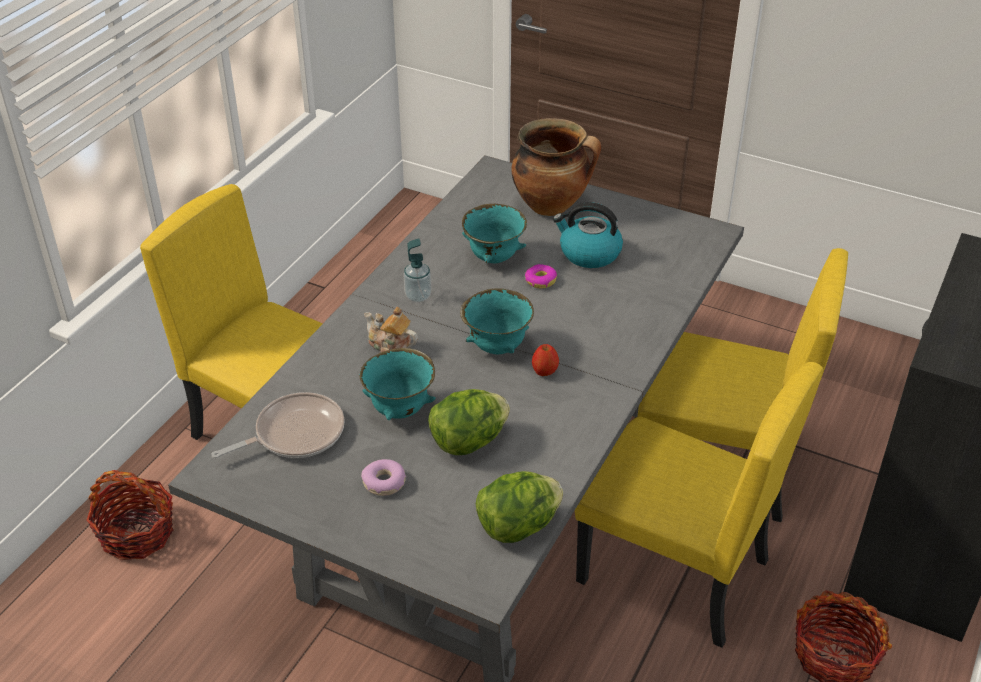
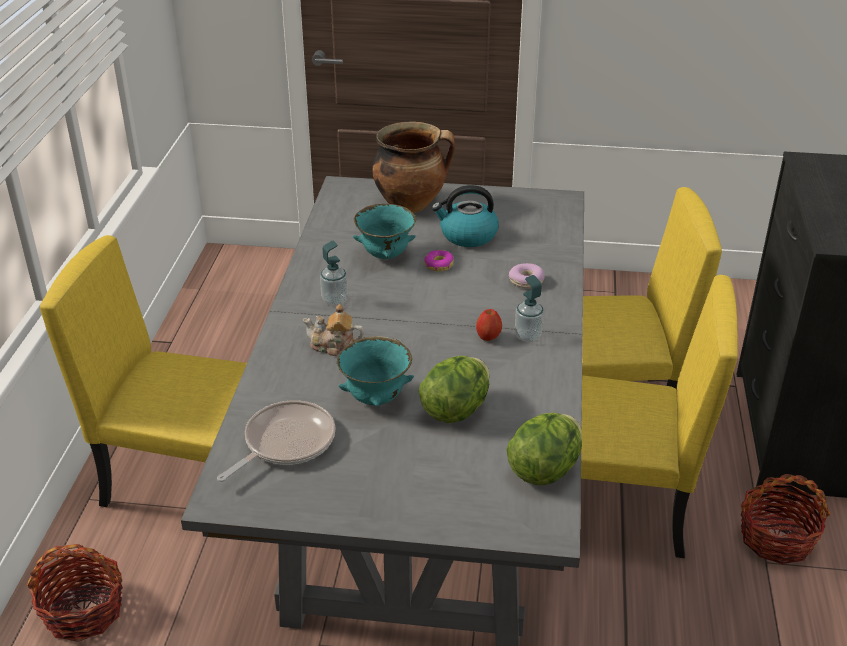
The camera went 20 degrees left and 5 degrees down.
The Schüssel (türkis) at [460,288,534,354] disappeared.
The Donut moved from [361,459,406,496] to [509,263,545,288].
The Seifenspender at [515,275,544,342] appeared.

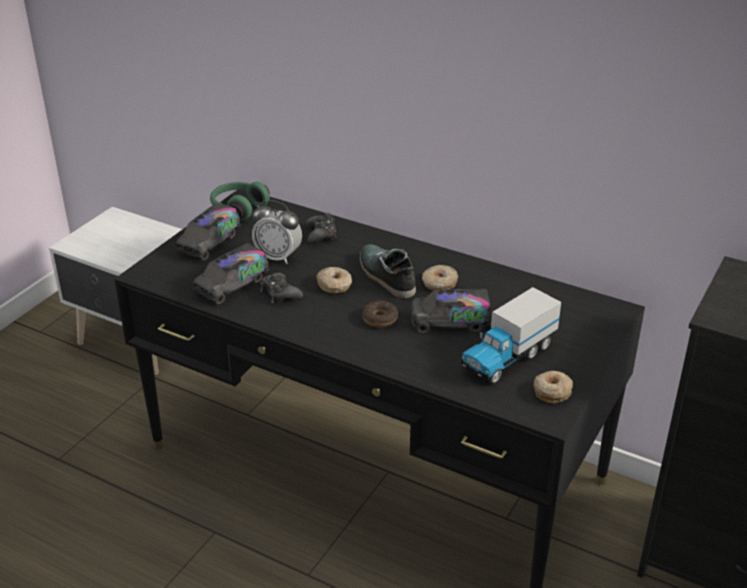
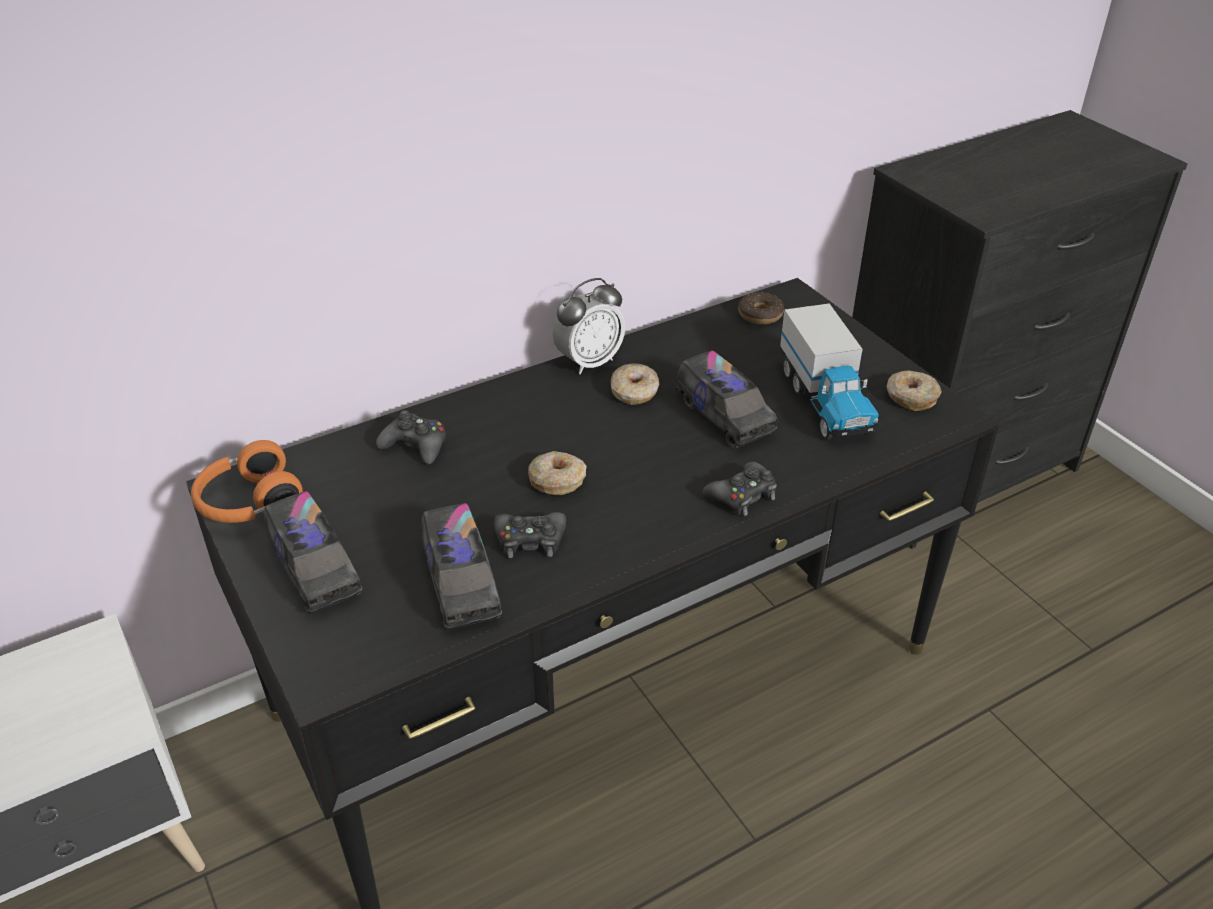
The camera went 60 degrees left and 5 degrees up.
The Kopfhörer (grün) at [210,182,270,221] became the Kopfhörer (orange) at [191,440,303,523].
The Wecker moved from [252,200,302,264] to [553,278,625,374].
The Schuh at [360,244,416,298] disappeared.
The Spielzeuglaster at [410,289,492,333] turned 60 degrees counterclockwise.
The Donut moved from [362,301,398,327] to [738,292,784,325].
The Gamepad (schwarz) at [703,462,777,516] appeared.

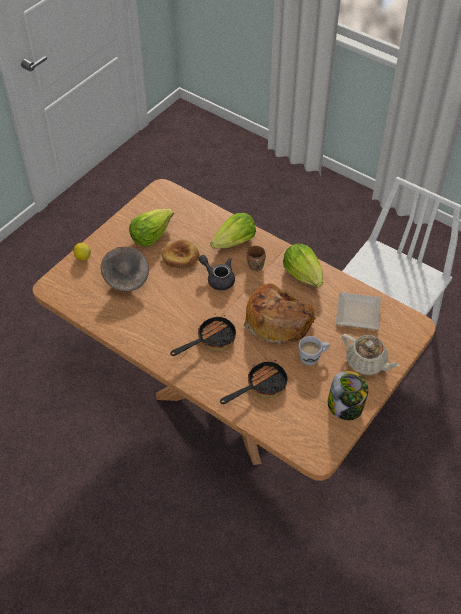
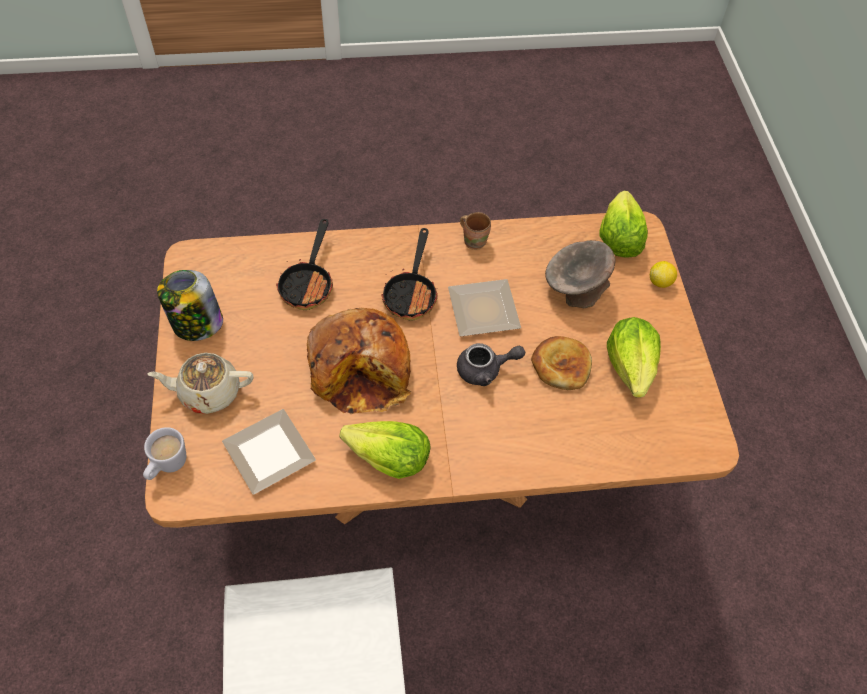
The camera went 135 degrees right and 5 degrees up.
The Salatkopf moved from [210,213,256,249] to [600,191,648,257].
The Henkelbecher (braun) moved from [246,246,266,271] to [460,212,491,250].
The Henkelbecher (weiß) moved from [299,336,330,365] to [143,427,186,480].
The Teller at [448,279,521,336] appeared.

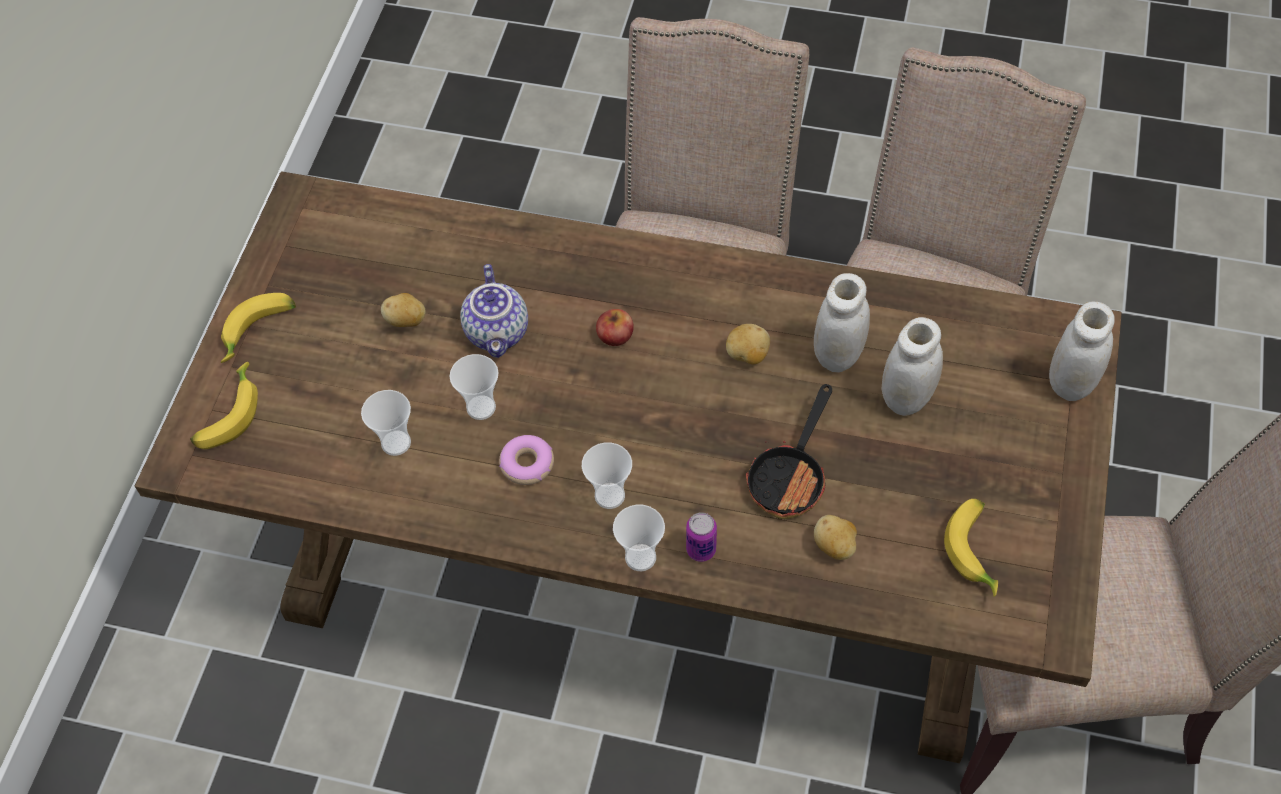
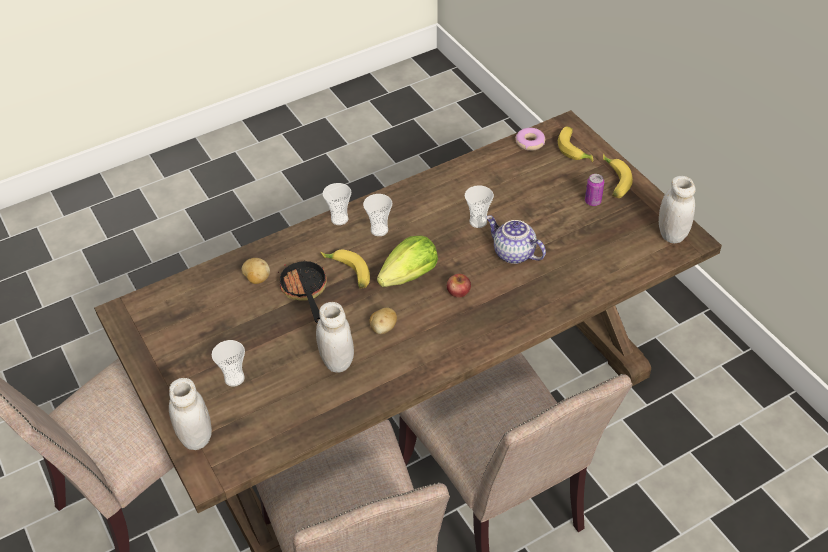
The camera went 135 degrees right and 10 degrees down.
The Kartoffel at [381,293,425,327] disappeared.
The Vorratsglas (weiß) moved from [882,317,943,416] to [659,176,696,244].
The Tasse moved from [361,390,411,456] to [212,340,245,387].
The Donut moved from [499,435,554,485] to [515,128,545,151].
The Banane moved from [944,499,998,597] to [320,250,370,289].
The Dose moved from [686,512,717,562] to [585,174,604,206].
The Salatkopf at [377,236,438,287] appeared.

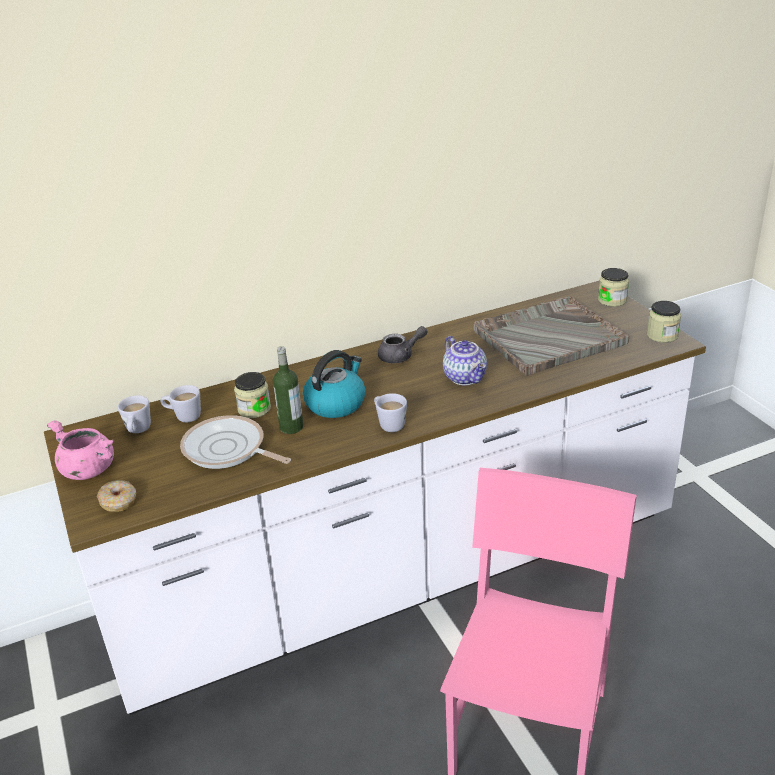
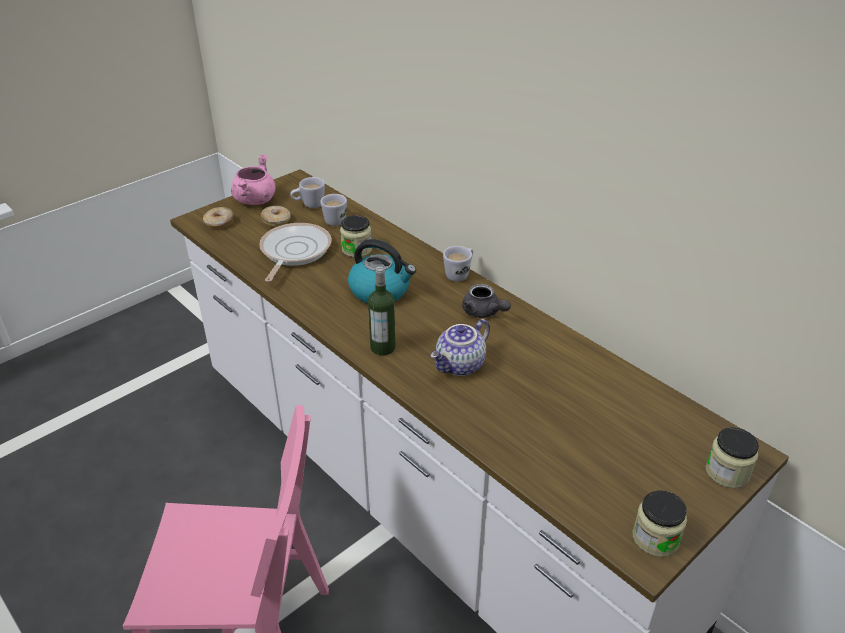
The camera went 70 degrees right and 5 degrees up.
The Tablett (grau) at [473,296,629,376] disappeared.
The Flasche moved from [273,346,304,434] to [368,266,396,356].
The Henkelbecher (weiß) moved from [374,393,407,432] to [443,246,473,282].
The Donut at [261,206,291,227] appeared.

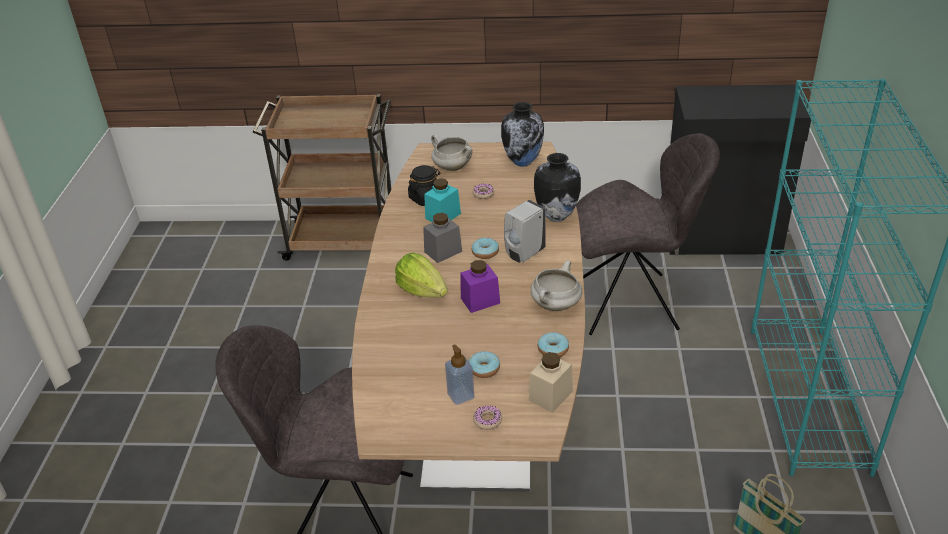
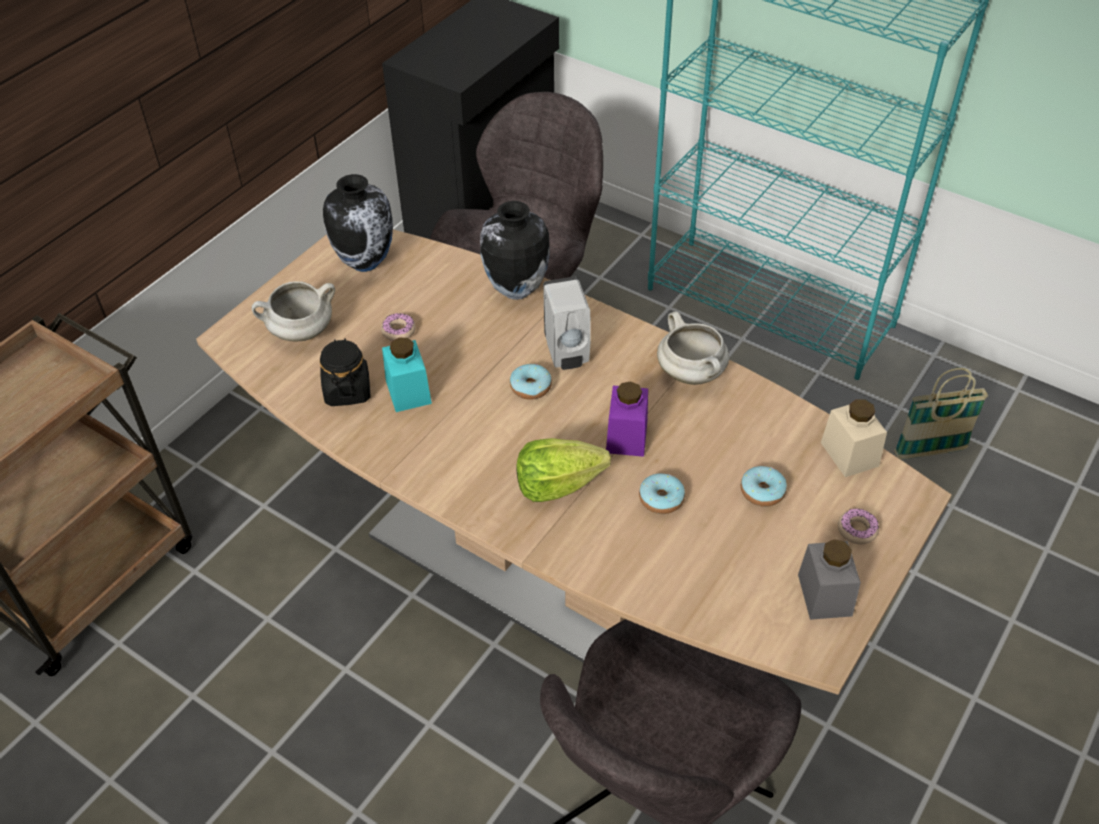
The camera went 60 degrees left and 10 degrees up.
The Vorratsglas (grau) moved from [423,213,462,263] to [798,539,861,620].
The Donut moved from [538,332,569,357] to [639,473,685,514].
The Seifenspender at [445,344,474,405] disappeared.

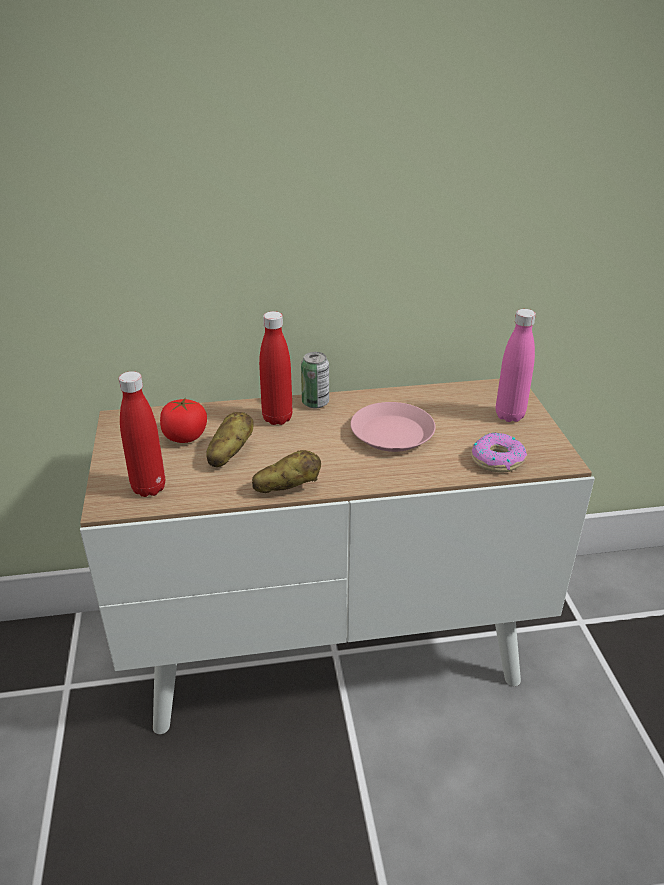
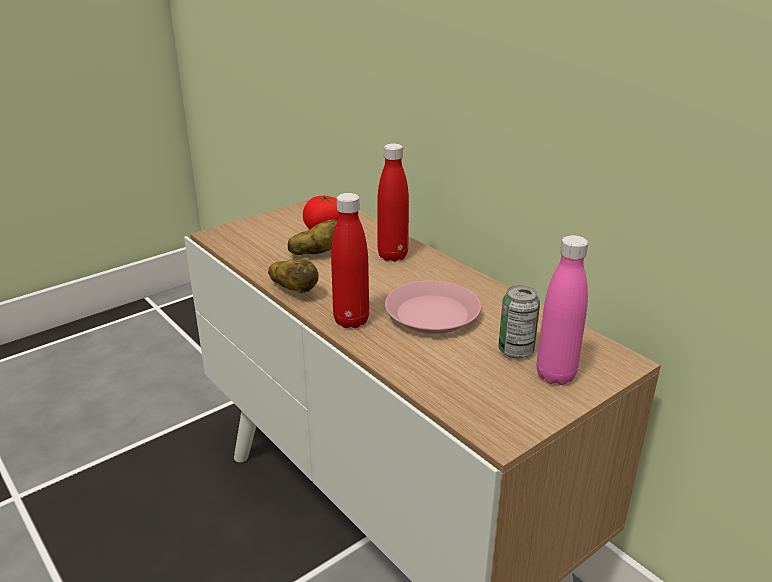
The camera went 60 degrees right and 5 degrees down.
The Dose moved from [301,352,329,408] to [498,285,540,359].
The Flasche (rot) moved from [119,371,165,497] to [331,193,369,328].
The Donut at [471,433,527,473] disappeared.

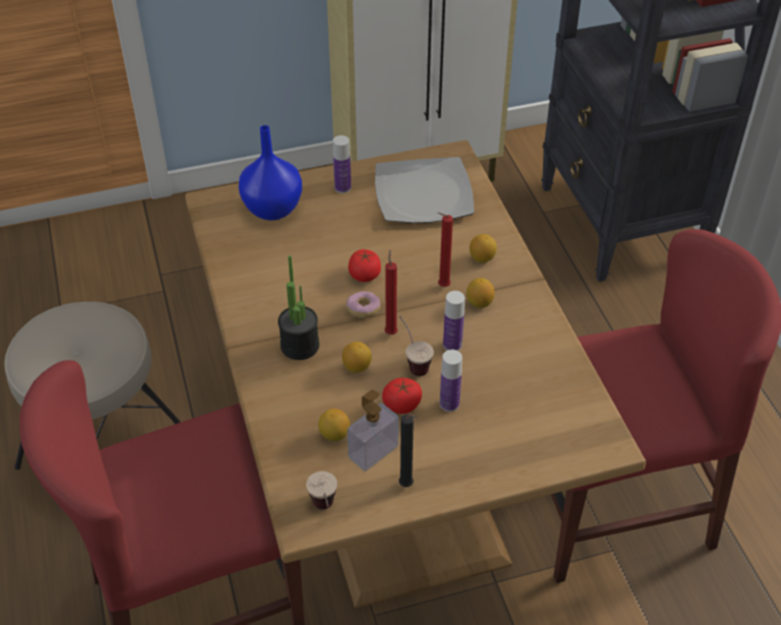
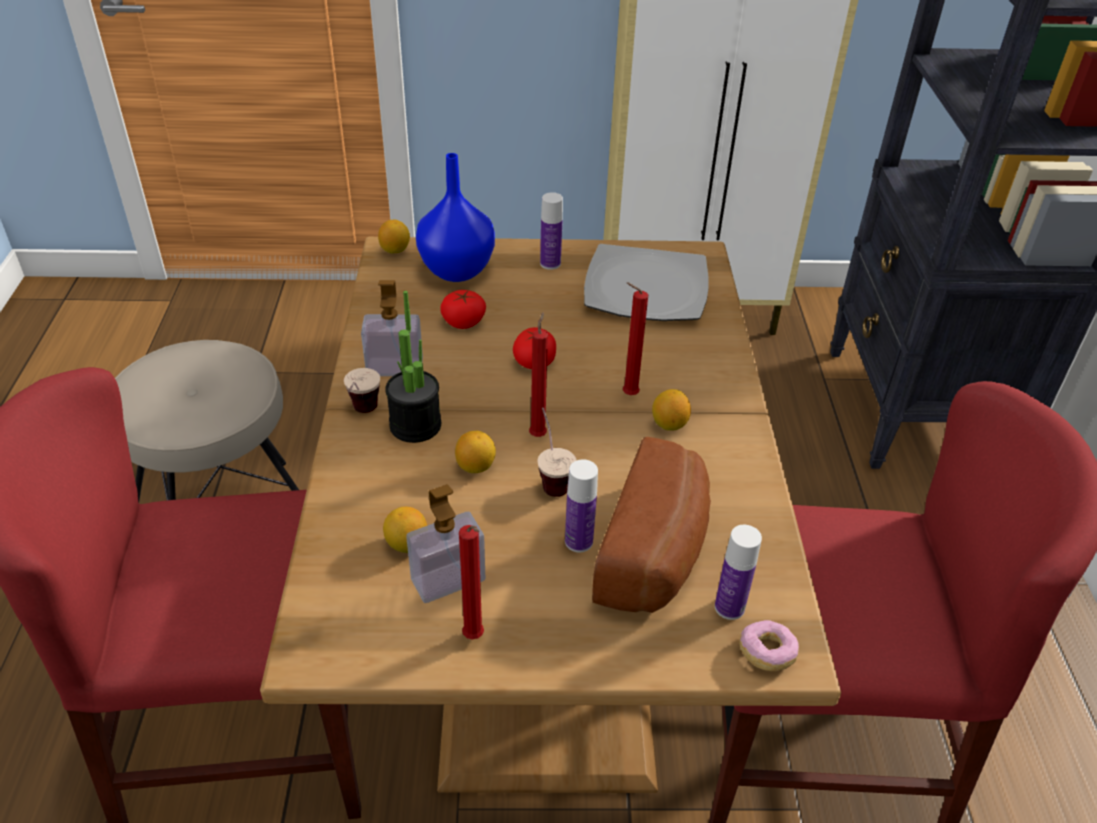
The camera went 15 degrees right and 5 degrees down.
The Zitrone moved from [469,234,497,263] to [378,220,410,253].
The Donut moved from [346,291,381,318] to [740,620,799,671].
The Flasche moved from [443,291,465,351] to [715,525,762,620].
The Tomate moved from [382,378,422,414] to [440,290,486,329].
The Kerze (schwarz) at [399,414,418,487] became the Kerze (rot) at [459,525,484,639].
The Tasse moved from [306,471,337,509] to [344,368,380,413].
The Seifenspender at [361,280,423,376] appeared.
The Brot at [592,437,711,613] appeared.

